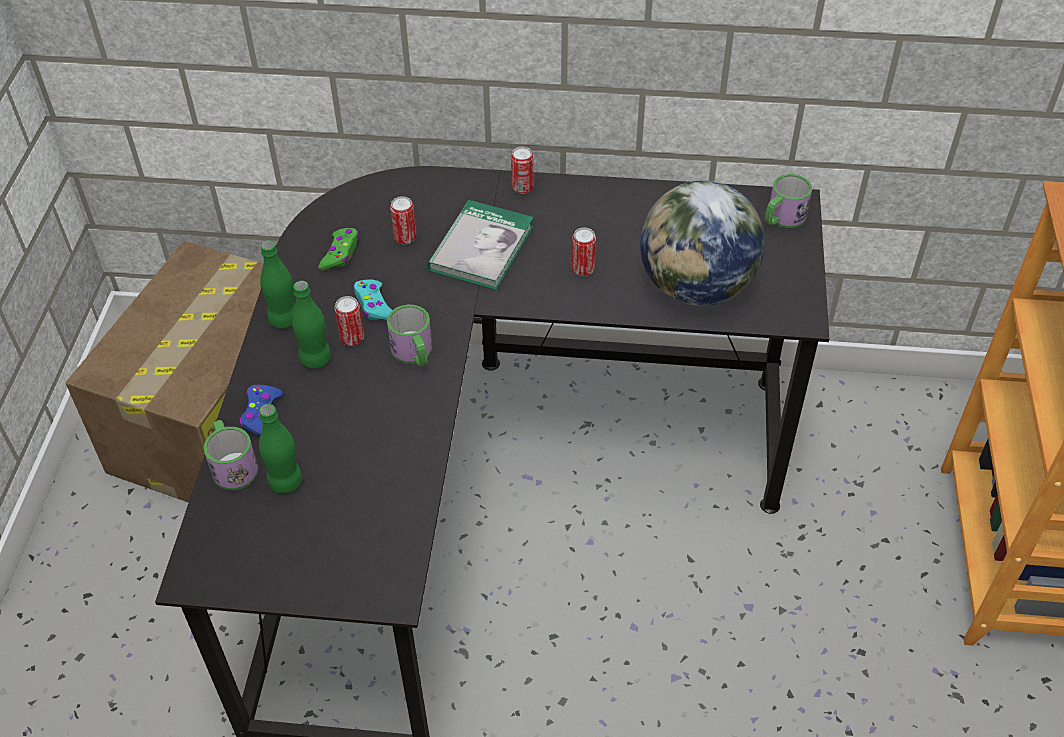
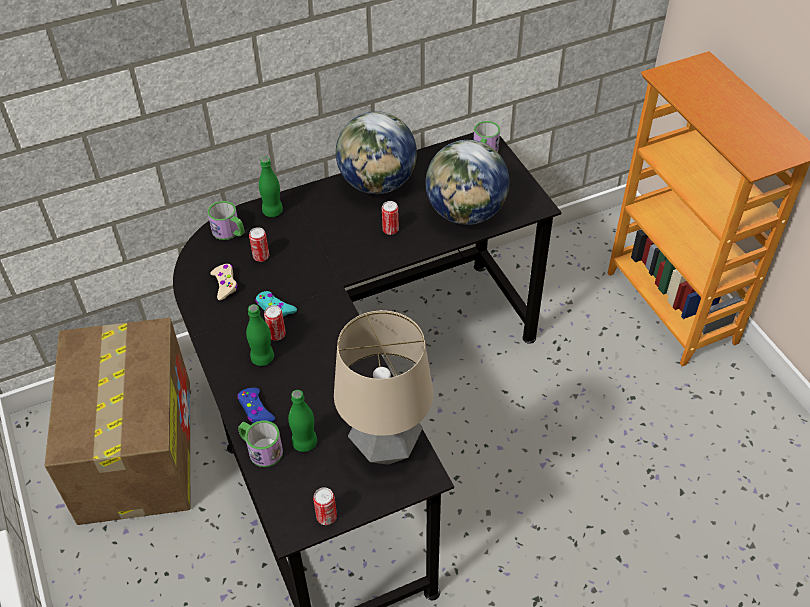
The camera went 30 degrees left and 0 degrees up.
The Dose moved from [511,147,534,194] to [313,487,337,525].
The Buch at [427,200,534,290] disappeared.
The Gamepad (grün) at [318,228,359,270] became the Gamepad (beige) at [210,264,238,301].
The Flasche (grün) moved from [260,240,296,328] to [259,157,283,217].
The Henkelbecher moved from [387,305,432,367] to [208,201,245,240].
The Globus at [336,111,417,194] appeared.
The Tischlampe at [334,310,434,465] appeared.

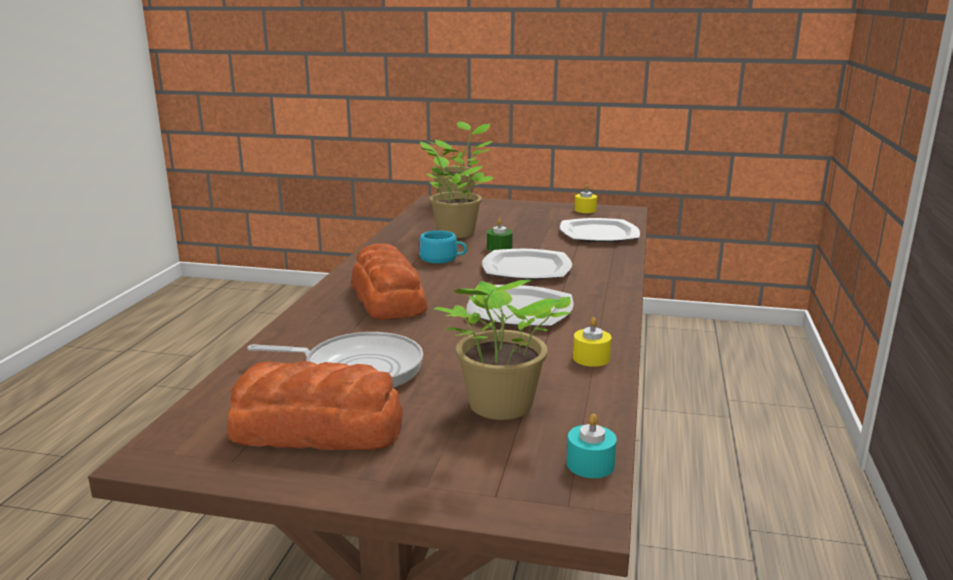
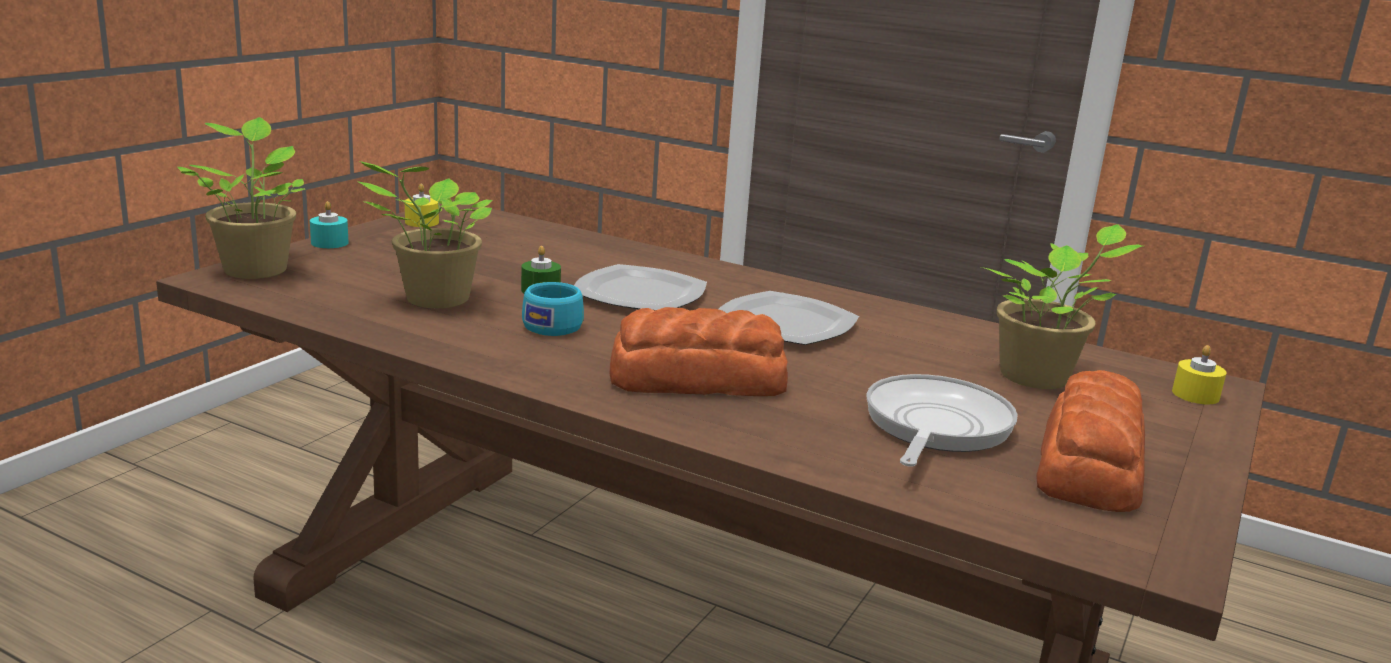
The camera went 75 degrees left and 0 degrees up.
The Teller at [560,218,640,242] disappeared.
The Kerze (gelb) moved from [573,317,611,367] to [1172,345,1227,404].
The Kerze (türkis) moved from [567,414,617,478] to [310,201,348,248].

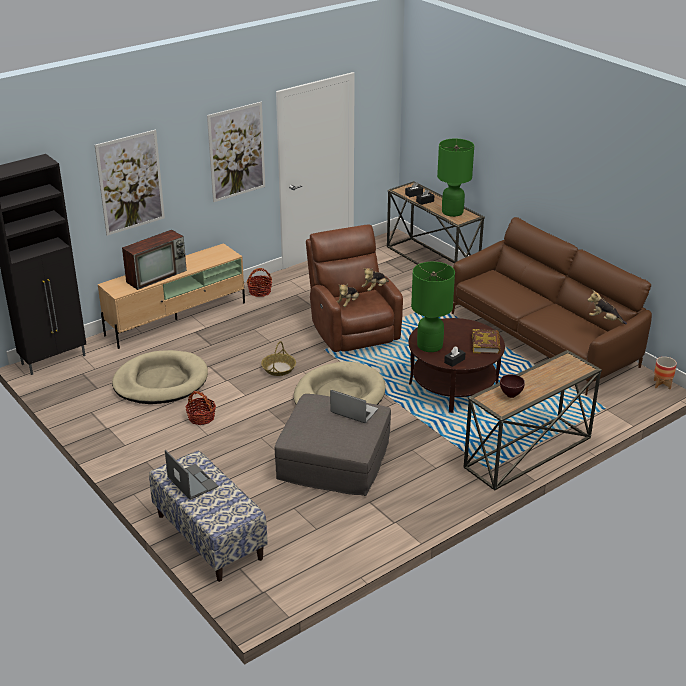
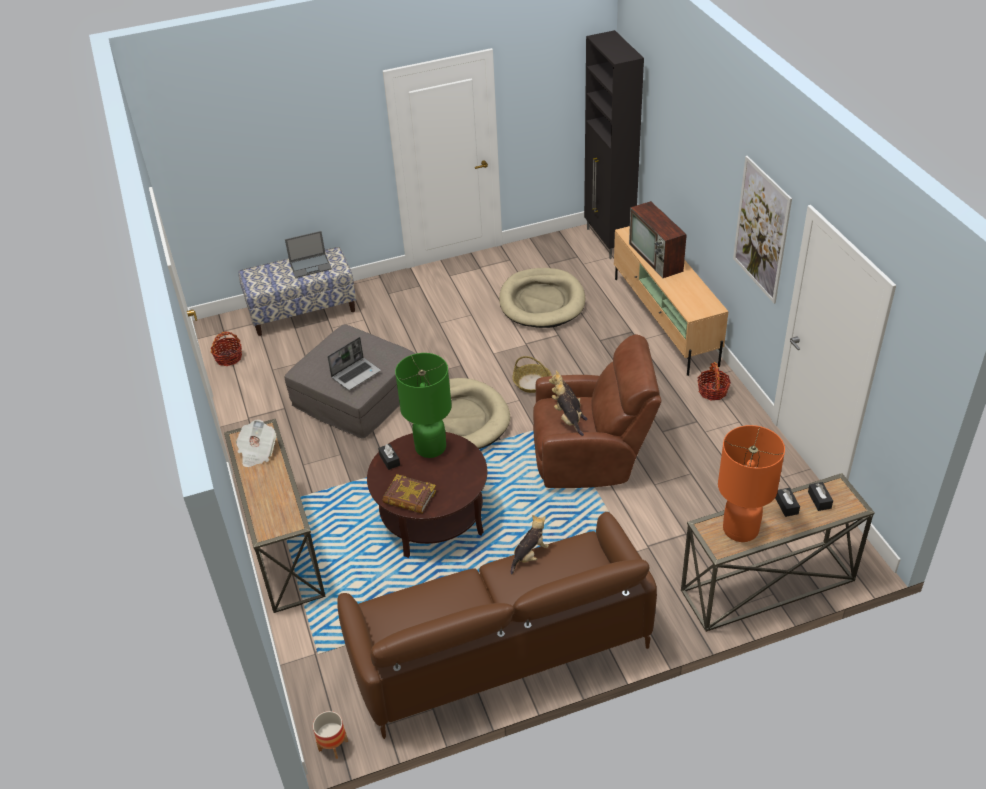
The camera went 110 degrees right and 10 degrees up.
The Bild at [95,129,165,236] disappeared.
The Tischlampe (grün) at [437,139,474,217] became the Tischlampe (orange) at [718,425,785,542].
The Plüschtier moved from [588,290,627,324] to [511,515,549,574].
The Schüssel (braun) at [500,374,525,398] was replaced by the Zeitung at [236,420,276,467].
The Korb moved from [185,391,216,425] to [211,331,242,366].

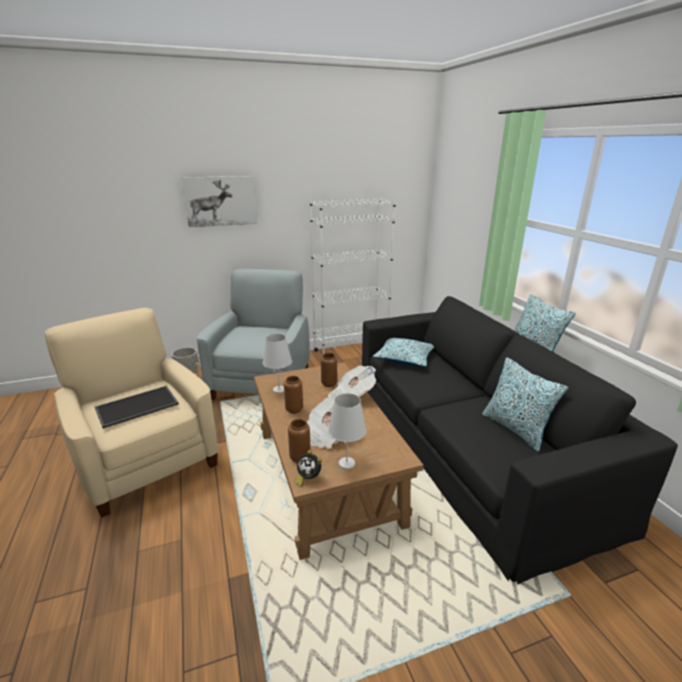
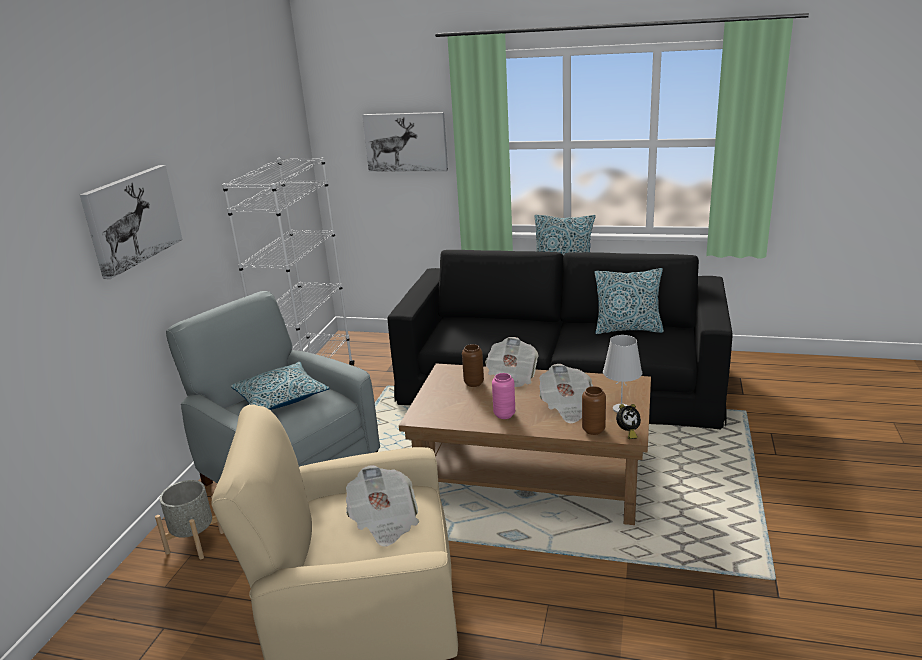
The camera went 55 degrees left and 0 degrees up.
The Tischlampe (weiß) at [263,334,292,393] disappeared.
The Kissen moved from [373,338,434,367] to [231,362,330,410].
The Vase (braun) at [284,376,303,414] became the Vase (rosa) at [492,373,515,419].
The Tablett at [95,386,179,429] was replaced by the Zeitung at [346,465,419,547].
The Bild at [362,112,448,172] appeared.

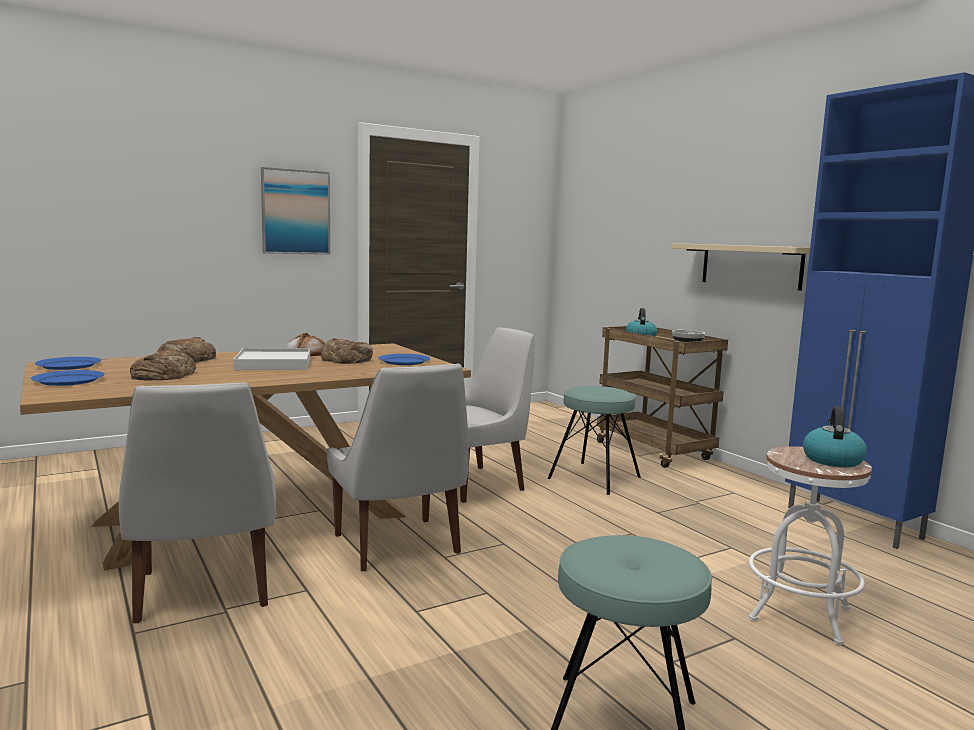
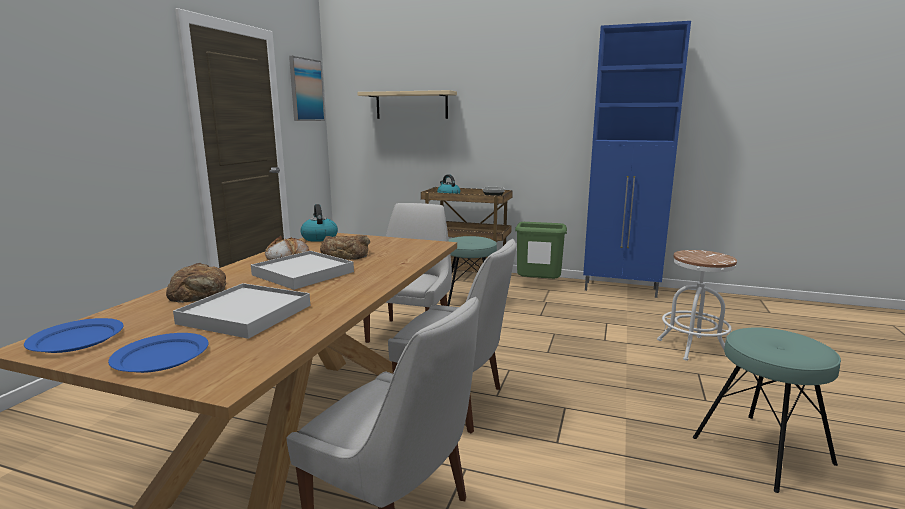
The camera went 40 degrees left and 5 degrees up.
The Bild moved from [261,167,330,255] to [289,56,325,121].
The Wandregal (beige) moved from [672,243,810,291] to [357,90,457,119].
The Brot at [130,349,196,380] was replaced by the Tablett (weiß) at [173,283,310,339].
The Teller (blau) at [378,354,430,365] disappeared.
The Wasserkessel moved from [803,406,867,467] to [301,204,338,242].
The Mülleimer (grün) at [515,222,567,279] appeared.

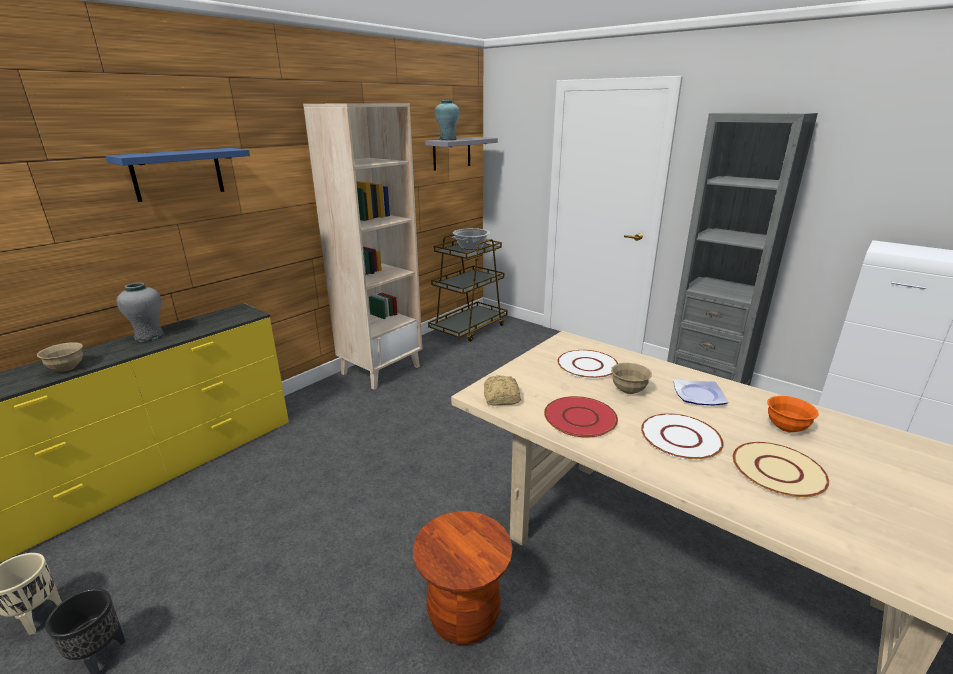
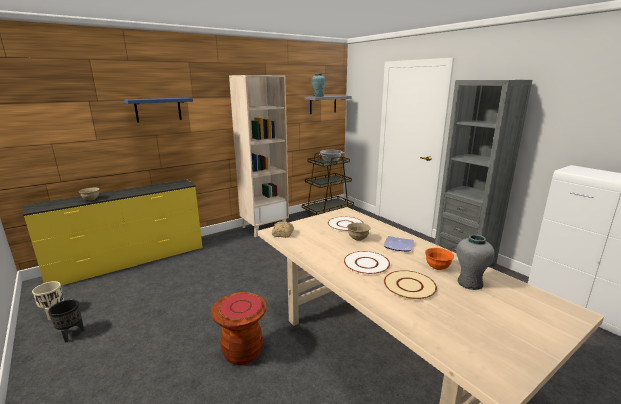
The camera went 15 degrees right and 5 degrees down.
The Vase (grau) moved from [117,282,164,342] to [456,234,495,290].
The Teller (rot) moved from [544,396,618,438] to [219,293,262,320].

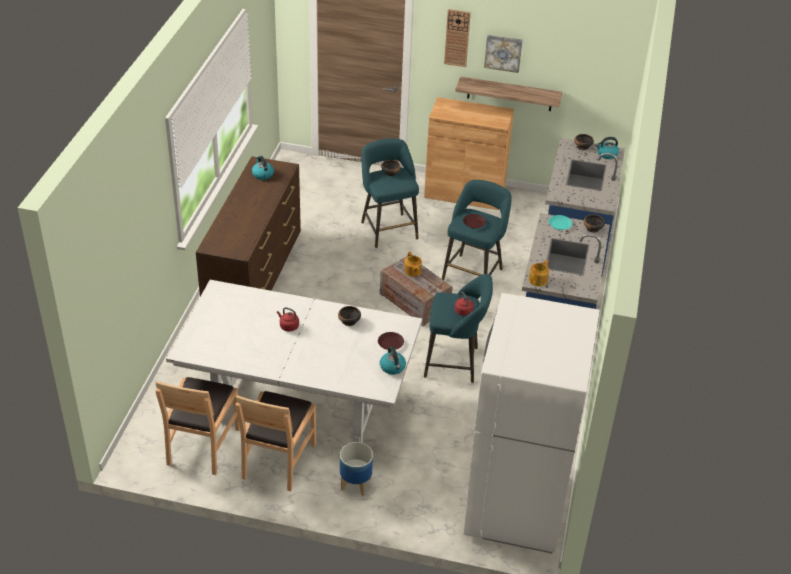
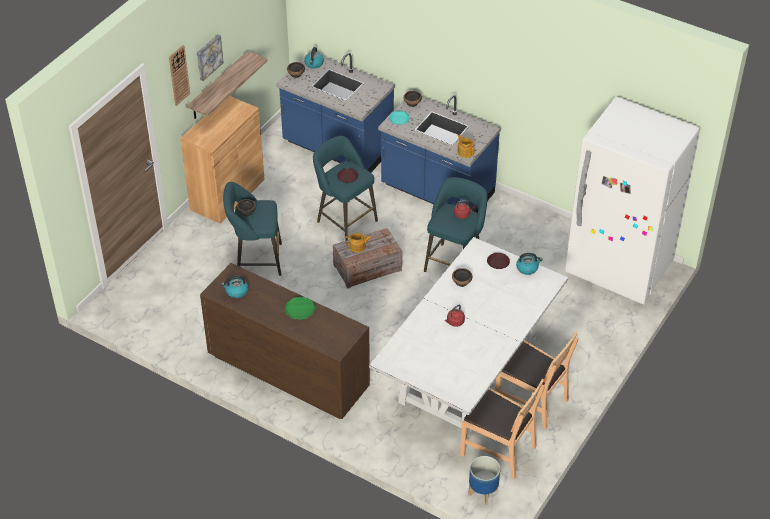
The camera went 70 degrees left and 5 degrees up.
The Pflanzkübel moved from [340,442,373,496] to [468,456,500,505].
The Teller (grün) at [285,297,315,320] appeared.

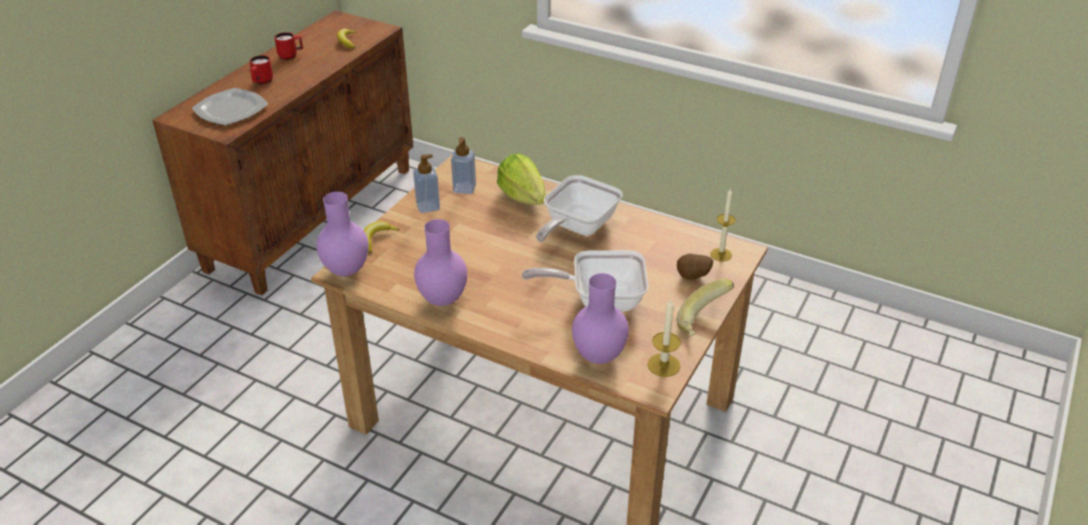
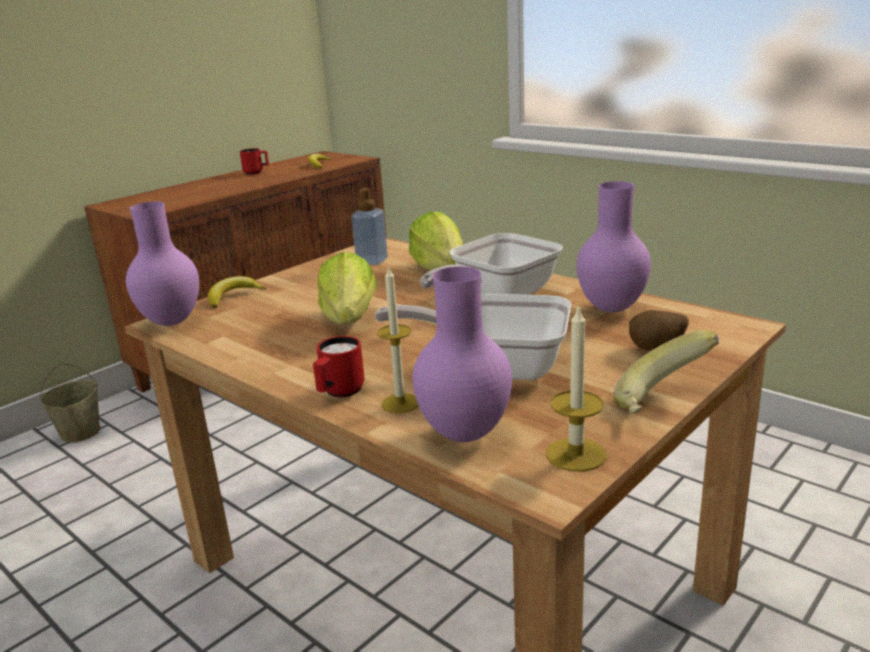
The camera went 15 degrees right and 15 degrees down.
The Henkelbecher (rot) moved from [249,55,273,84] to [313,336,365,397].
The Teller at [192,88,268,125] disappeared.
The Seifenspender at [413,154,440,213] disappeared.
The Kerze moved from [711,188,736,262] to [377,265,419,413].
The Vase (lila) moved from [414,219,467,306] to [576,181,651,313].
The Salatkopf at [318,252,377,325] appeared.
The Eimer (beige) at [40,363,101,443] appeared.

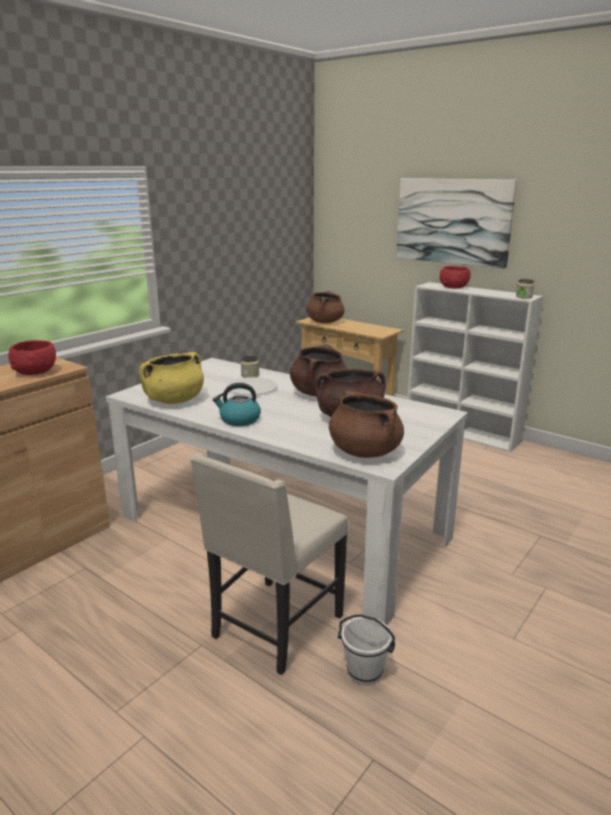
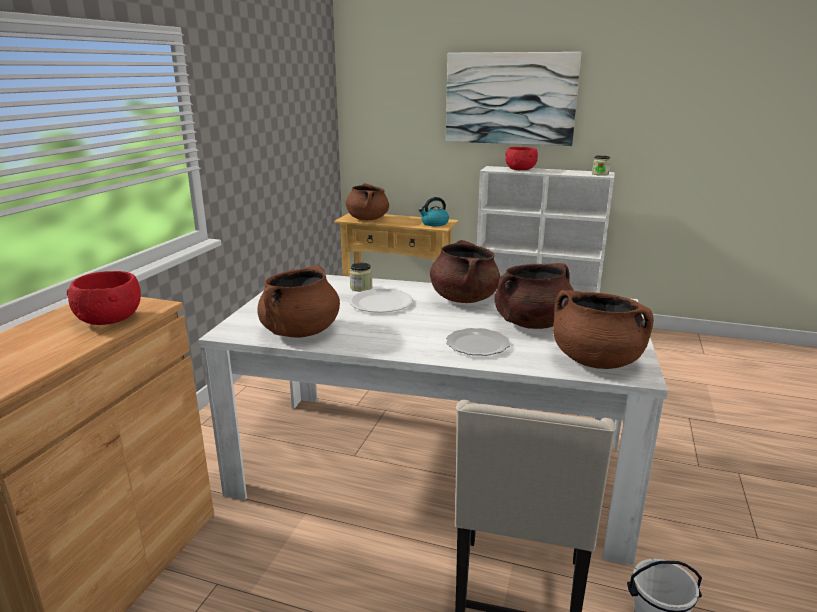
The camera went 20 degrees left and 0 degrees up.
The Kochtopf (gelb) at [139,352,204,404] became the Kochtopf (braun) at [257,265,340,338].
The Wasserkessel moved from [213,383,261,426] to [419,197,449,226].
The Teller at [446,328,510,356] appeared.

